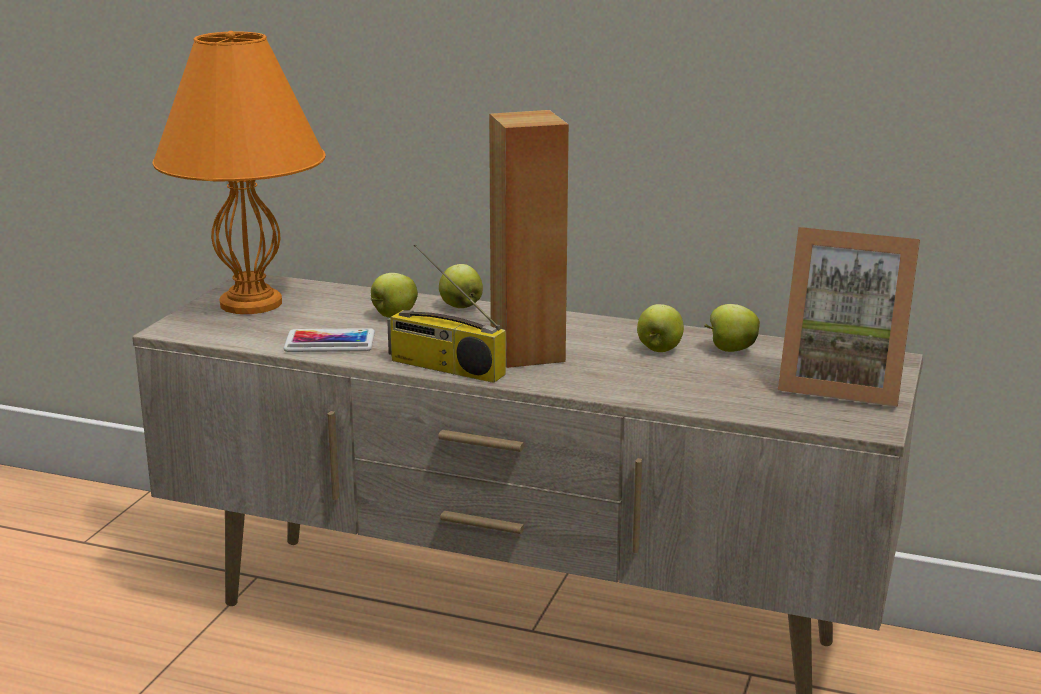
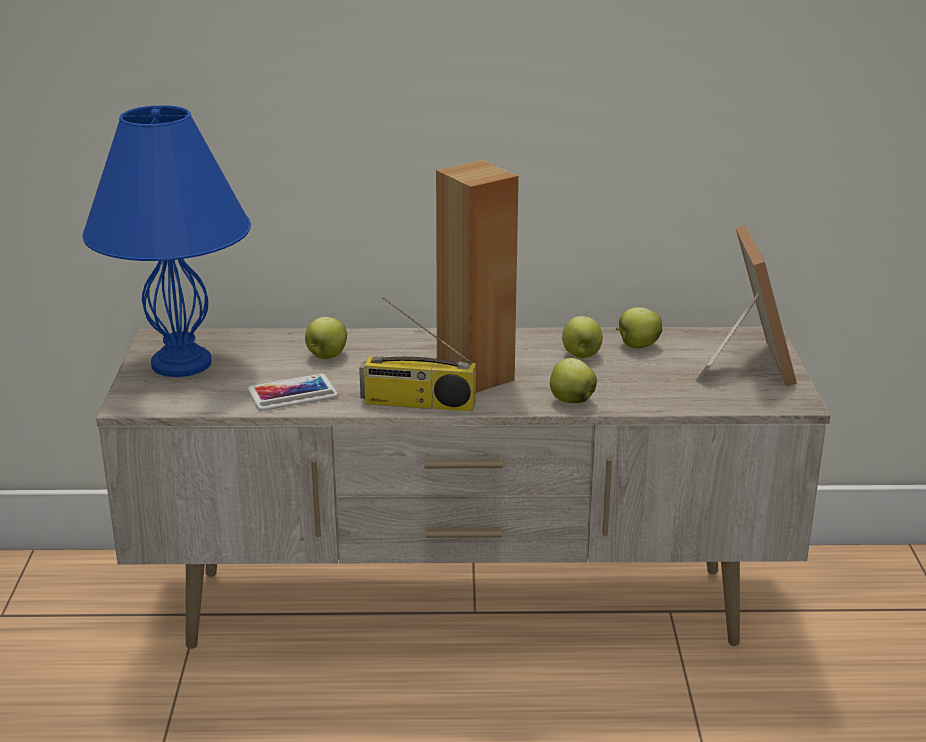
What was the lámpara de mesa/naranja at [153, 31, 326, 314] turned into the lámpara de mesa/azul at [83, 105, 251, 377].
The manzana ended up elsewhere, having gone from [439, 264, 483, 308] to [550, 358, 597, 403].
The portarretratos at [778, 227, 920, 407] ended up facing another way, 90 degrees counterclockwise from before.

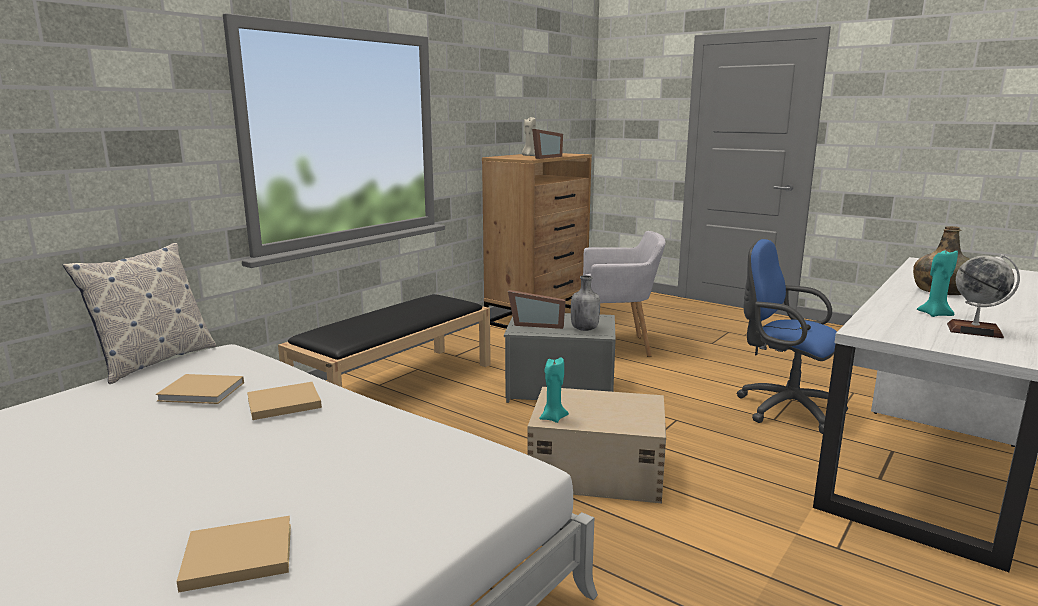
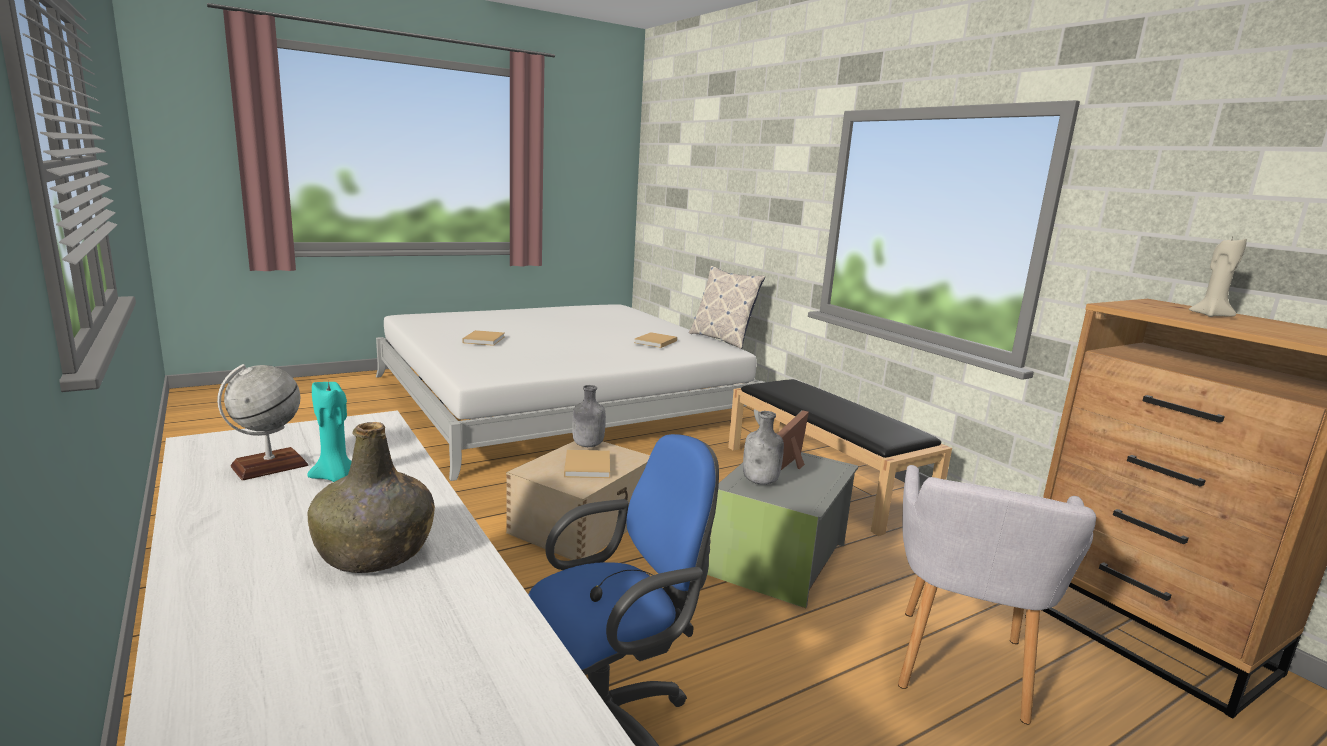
The libro/beis ended up elsewhere, having gone from [247, 382, 322, 420] to [564, 450, 610, 478].
The second view lost the portarretratos at [532, 129, 563, 159].
Where the vela/turquesa stood at [540, 357, 569, 423], the botella/gris came to stand at [572, 385, 606, 447].

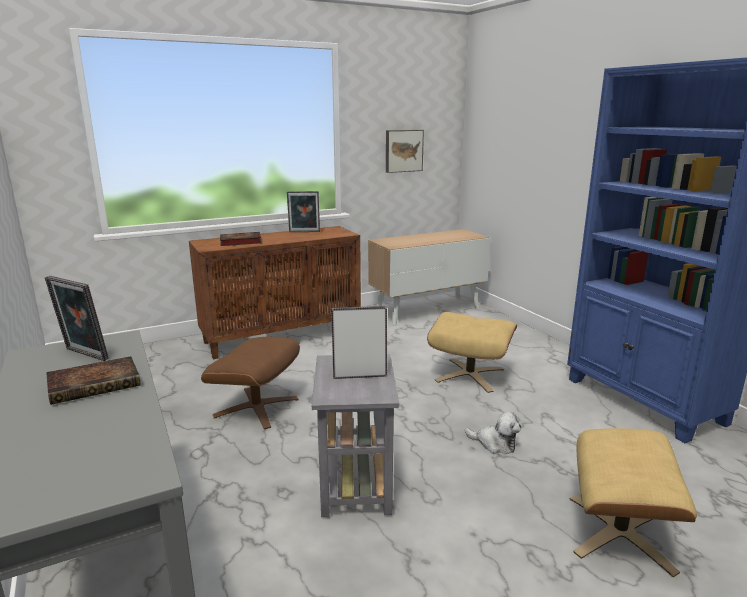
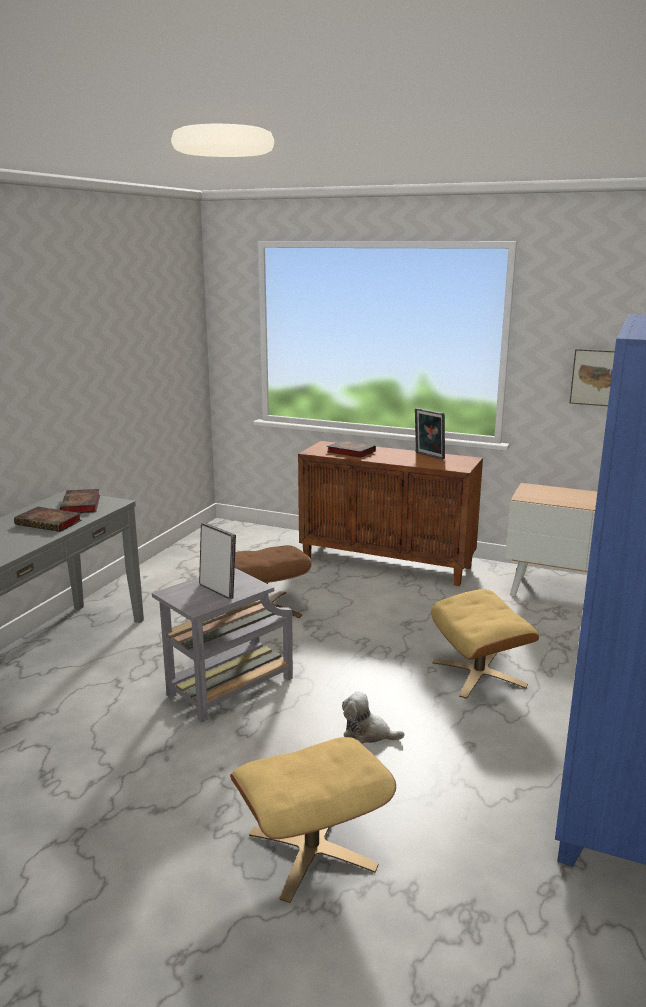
Where the portarretratos stood at [45, 276, 109, 361], the libro came to stand at [60, 489, 100, 513].
The peluche at [465, 412, 521, 454] ended up facing another way, 120 degrees clockwise from before.

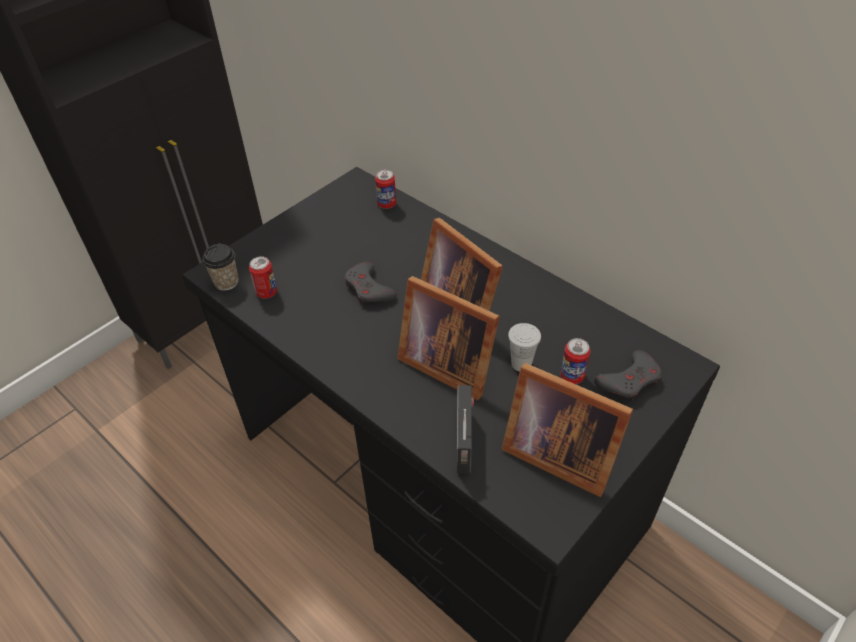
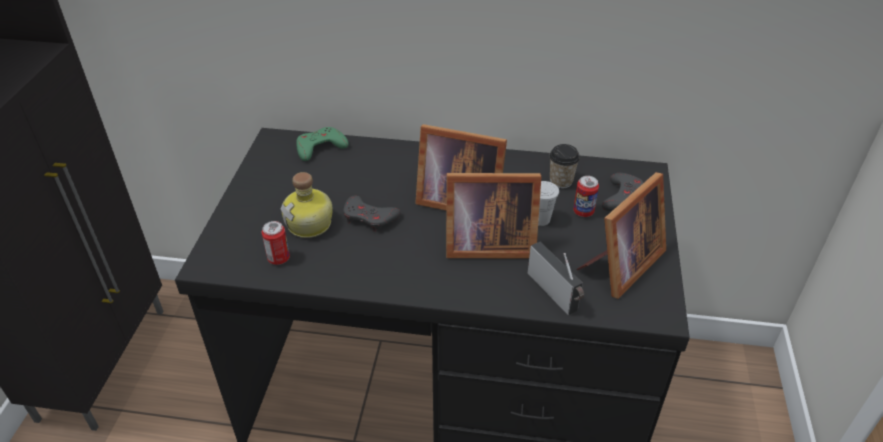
The taza ended up elsewhere, having gone from [202, 244, 238, 291] to [549, 144, 580, 189].
Where the lata stood at [375, 170, 396, 209], the mando de consola/verde came to stand at [296, 127, 349, 161].
The portarretratos at [502, 363, 633, 497] ended up facing another way, 45 degrees counterclockwise from before.
The second view gained the botella at [281, 172, 333, 238].

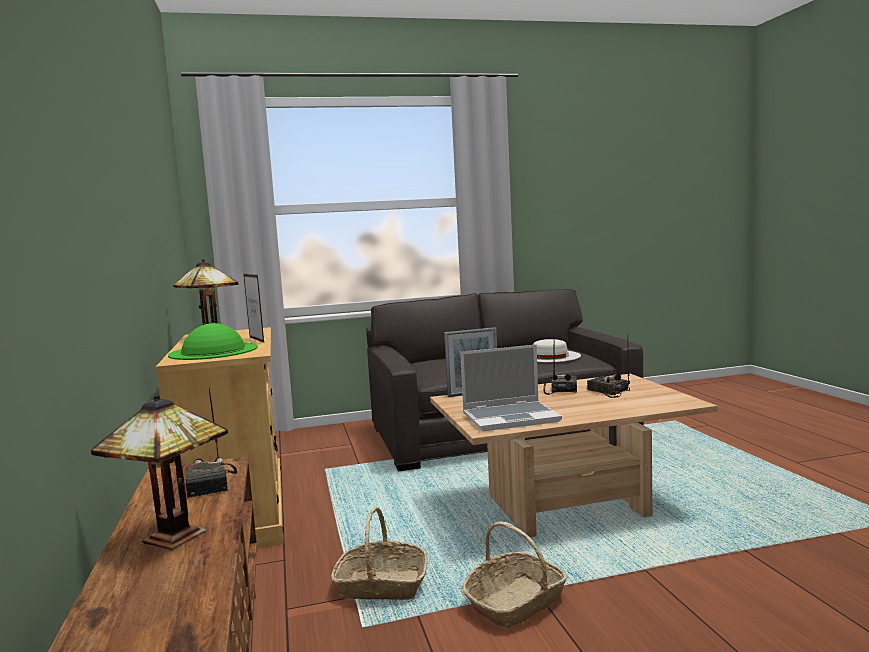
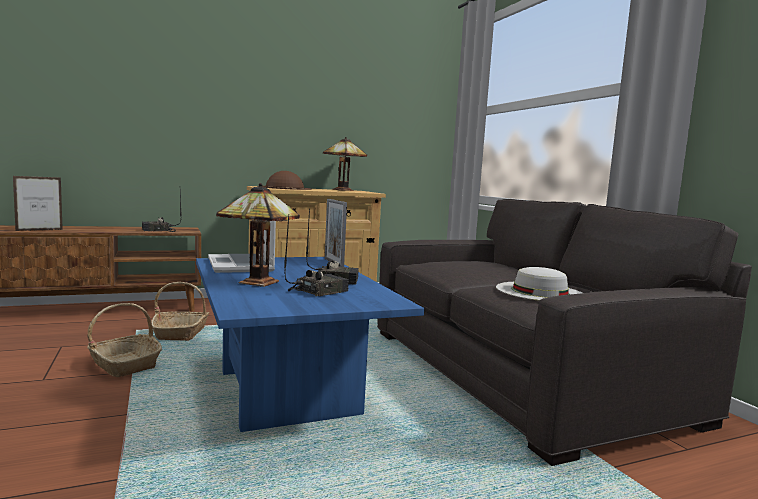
The lámpara de mesa ended up elsewhere, having gone from [91, 394, 228, 550] to [216, 183, 300, 287].
What was the sombrero/verde at [168, 323, 258, 360] turned into the sombrero/marrón at [263, 171, 312, 190].
The portarretratos ended up elsewhere, having gone from [244, 274, 264, 343] to [13, 176, 63, 231].
What was the mesa de centro/beis at [430, 374, 717, 537] turned into the mesa de centro/azul at [196, 257, 424, 432].

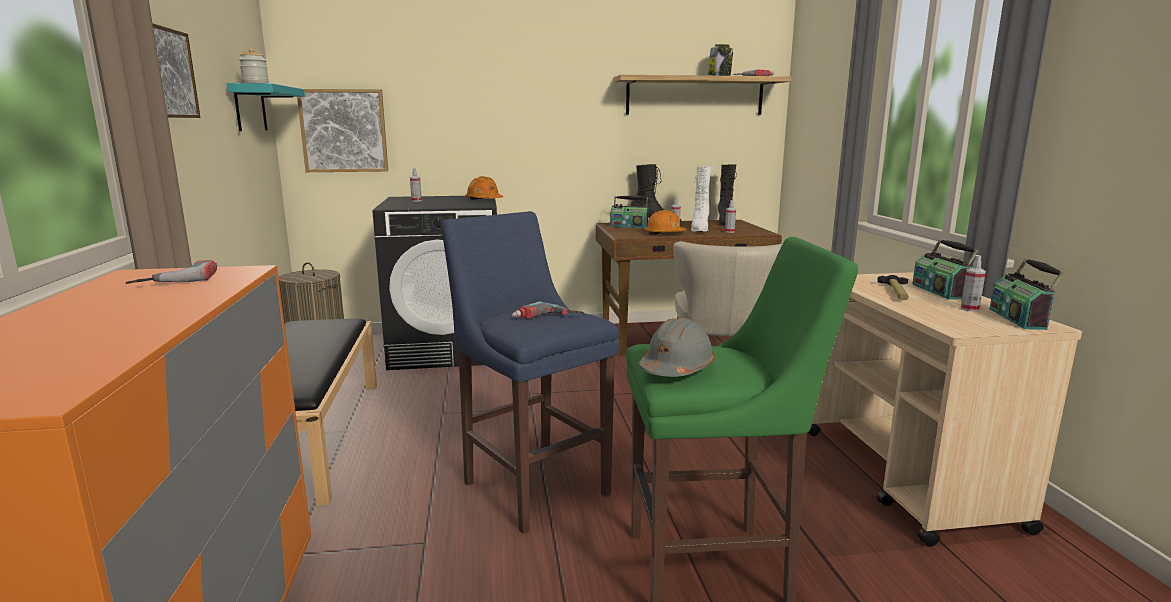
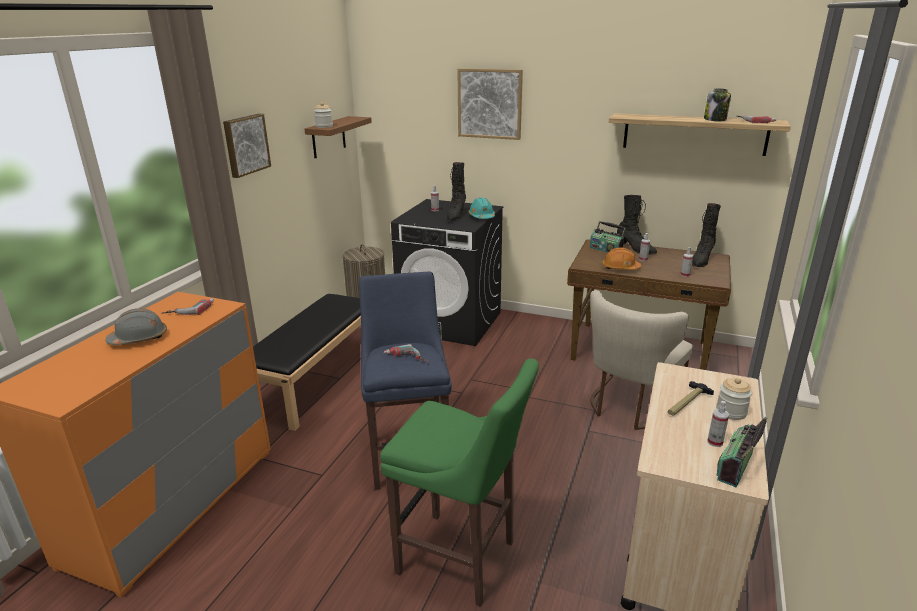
What was the estante/turquesa at [227, 83, 305, 131] turned into the estante/marrón at [305, 116, 372, 158].
The cuadro ended up elsewhere, having gone from [297, 89, 388, 172] to [457, 68, 523, 140].
What was the casco/naranja at [466, 176, 503, 200] turned into the casco/turquesa at [469, 197, 495, 219].
The casco/gris ended up elsewhere, having gone from [639, 318, 715, 377] to [105, 308, 167, 345].
The second view lost the bota/blanco at [691, 167, 711, 232].
Where the radio stood at [912, 239, 978, 300], the tarro came to stand at [716, 378, 752, 420].
The second view gained the bota/negro at [447, 162, 466, 221].

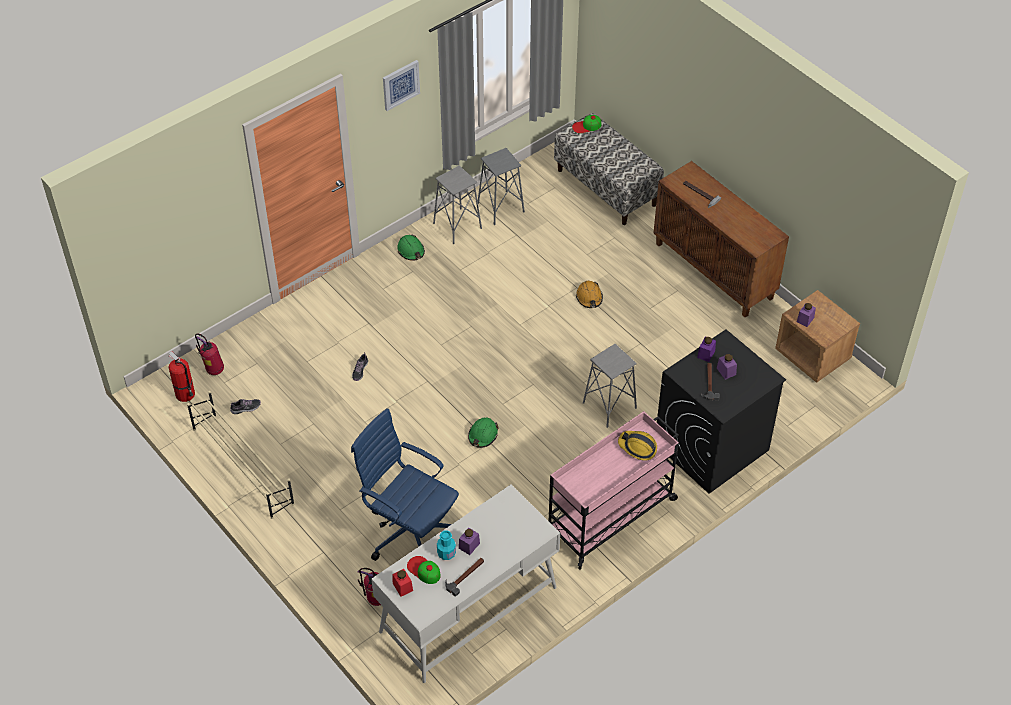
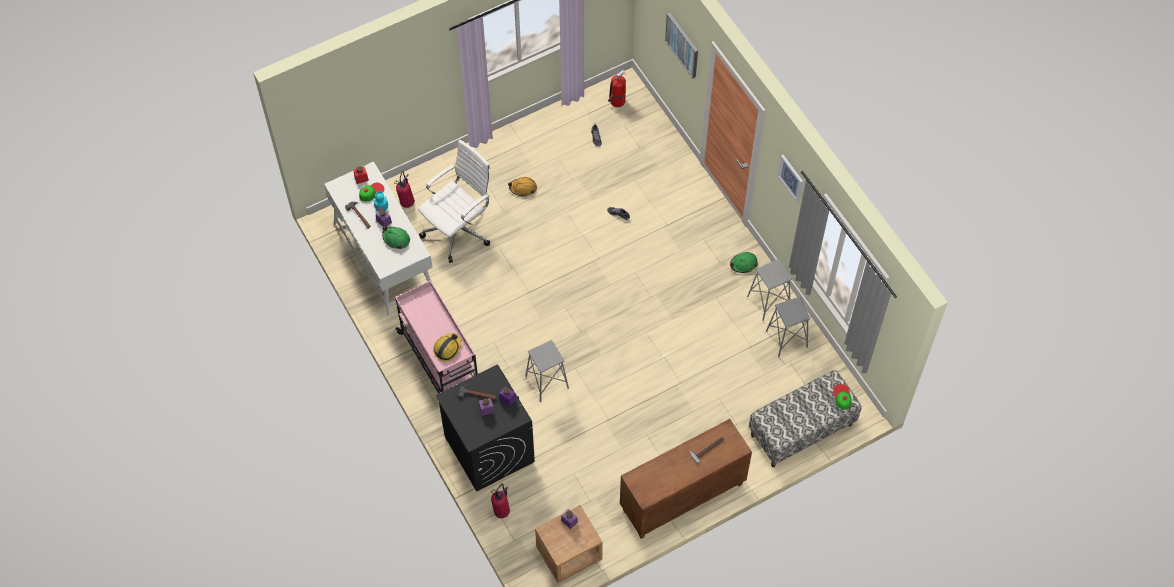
The second view lost the zapatero/beis at [187, 391, 295, 519].
The extintor ended up elsewhere, having gone from [195, 334, 224, 375] to [491, 483, 510, 518].
What was the silla de oficina/azul at [351, 408, 459, 561] turned into the silla de oficina/blanco at [418, 140, 490, 263].
The casco/verde ended up elsewhere, having gone from [468, 418, 499, 448] to [382, 226, 410, 249].
The casco/naranja ended up elsewhere, having gone from [576, 281, 603, 308] to [508, 177, 537, 197].
The second view gained the cuadro at [665, 13, 698, 78].

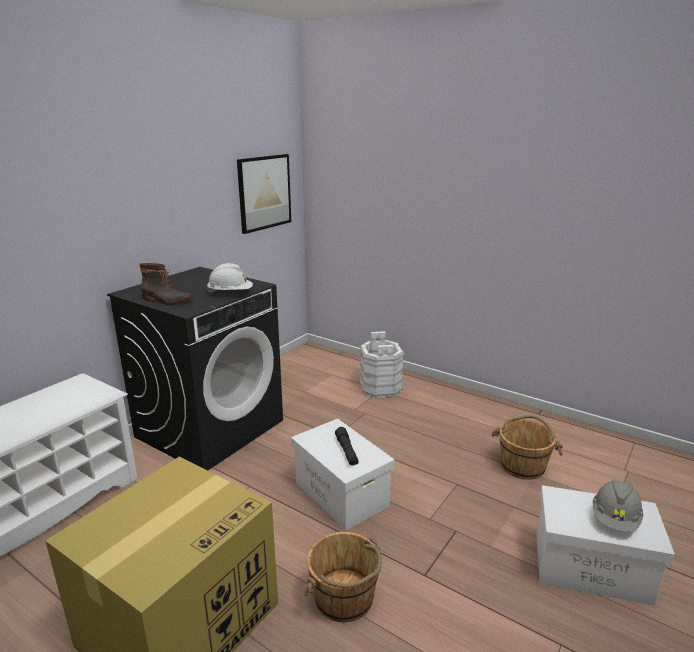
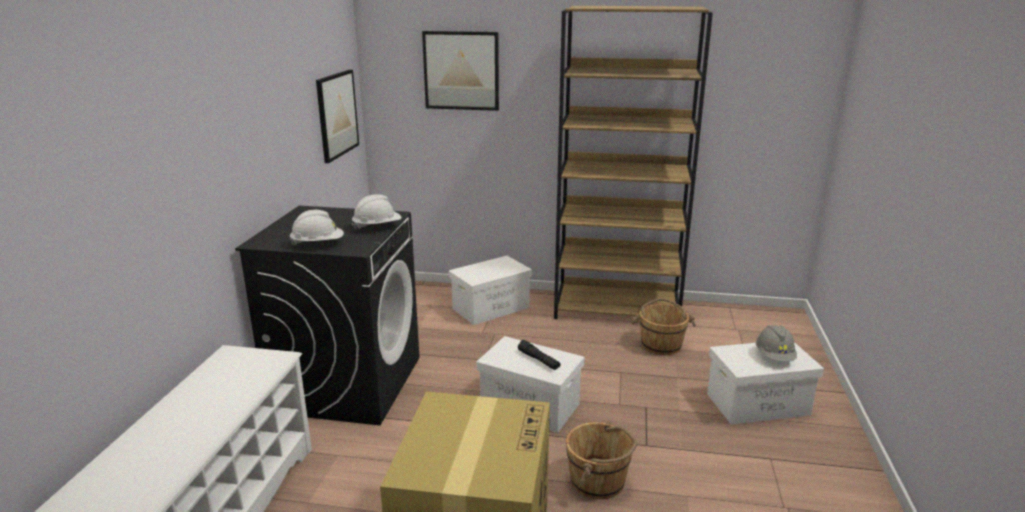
Where the bota stood at [140, 263, 193, 305], the casco/blanco came to stand at [289, 210, 344, 246].
Where the cubo/blanco stood at [360, 331, 405, 398], the caja de almacenaje/blanco came to stand at [449, 256, 532, 325].
The second view gained the cuadro at [422, 31, 499, 111].
The second view gained the estantería/marrón at [554, 6, 713, 319].

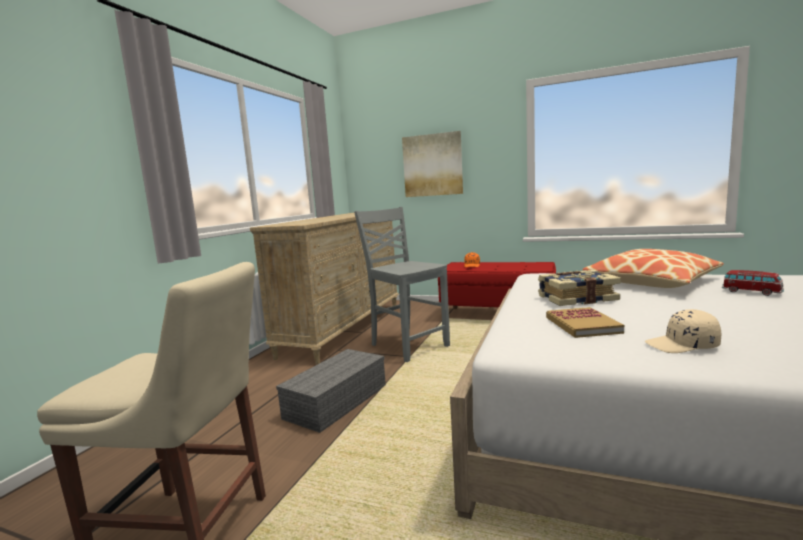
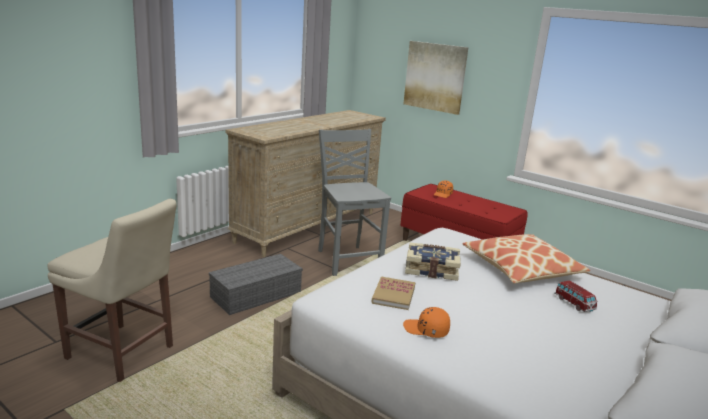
What was the gorra/beis at [645, 309, 721, 353] turned into the gorra/naranja at [403, 307, 450, 338].

